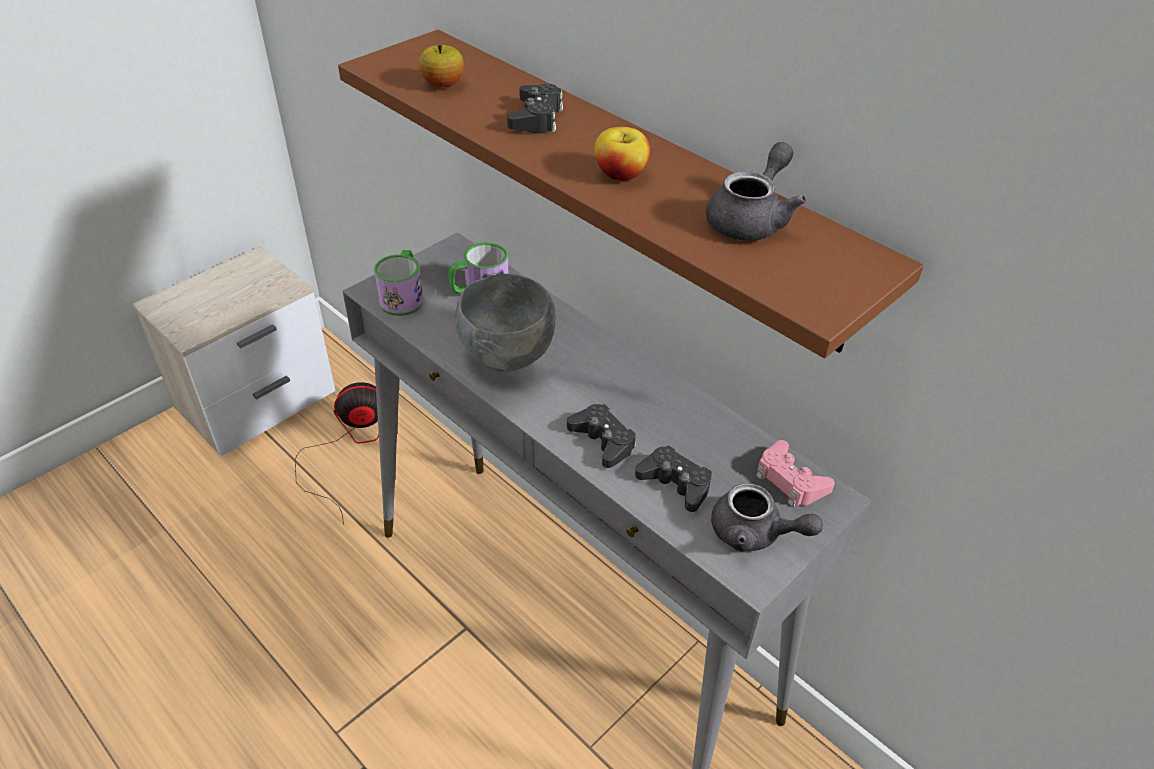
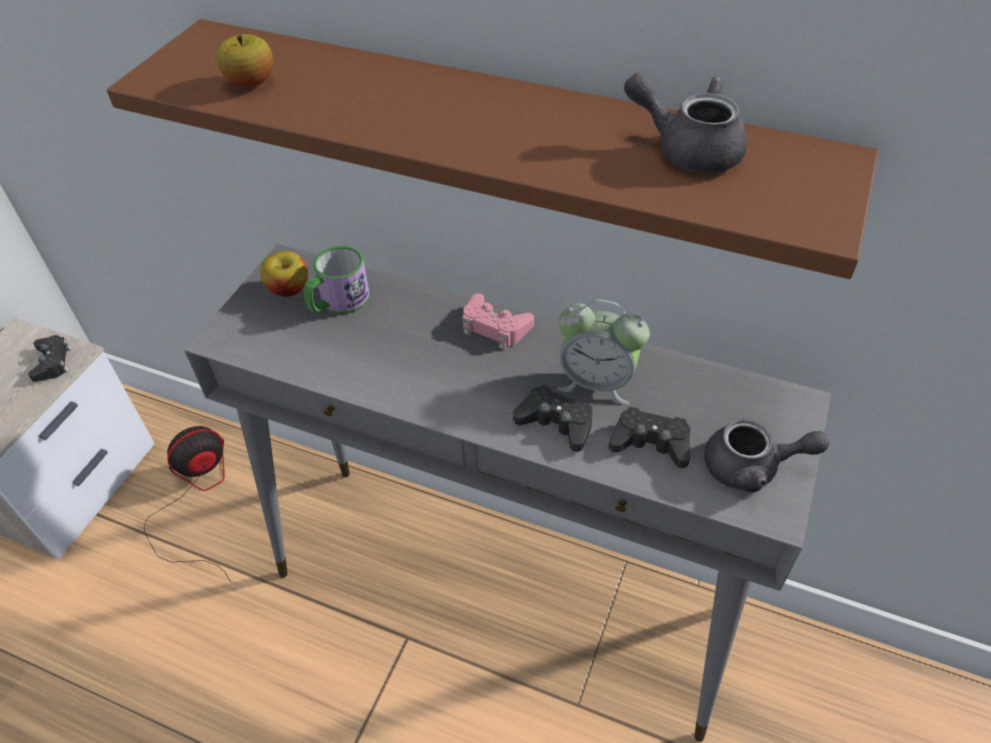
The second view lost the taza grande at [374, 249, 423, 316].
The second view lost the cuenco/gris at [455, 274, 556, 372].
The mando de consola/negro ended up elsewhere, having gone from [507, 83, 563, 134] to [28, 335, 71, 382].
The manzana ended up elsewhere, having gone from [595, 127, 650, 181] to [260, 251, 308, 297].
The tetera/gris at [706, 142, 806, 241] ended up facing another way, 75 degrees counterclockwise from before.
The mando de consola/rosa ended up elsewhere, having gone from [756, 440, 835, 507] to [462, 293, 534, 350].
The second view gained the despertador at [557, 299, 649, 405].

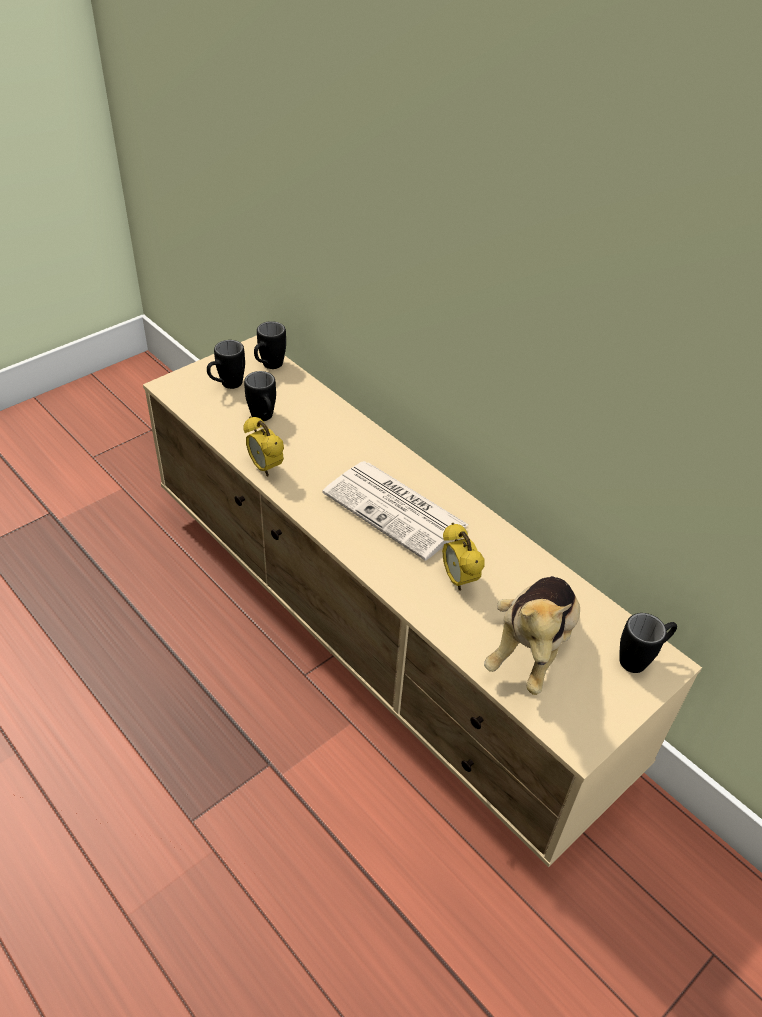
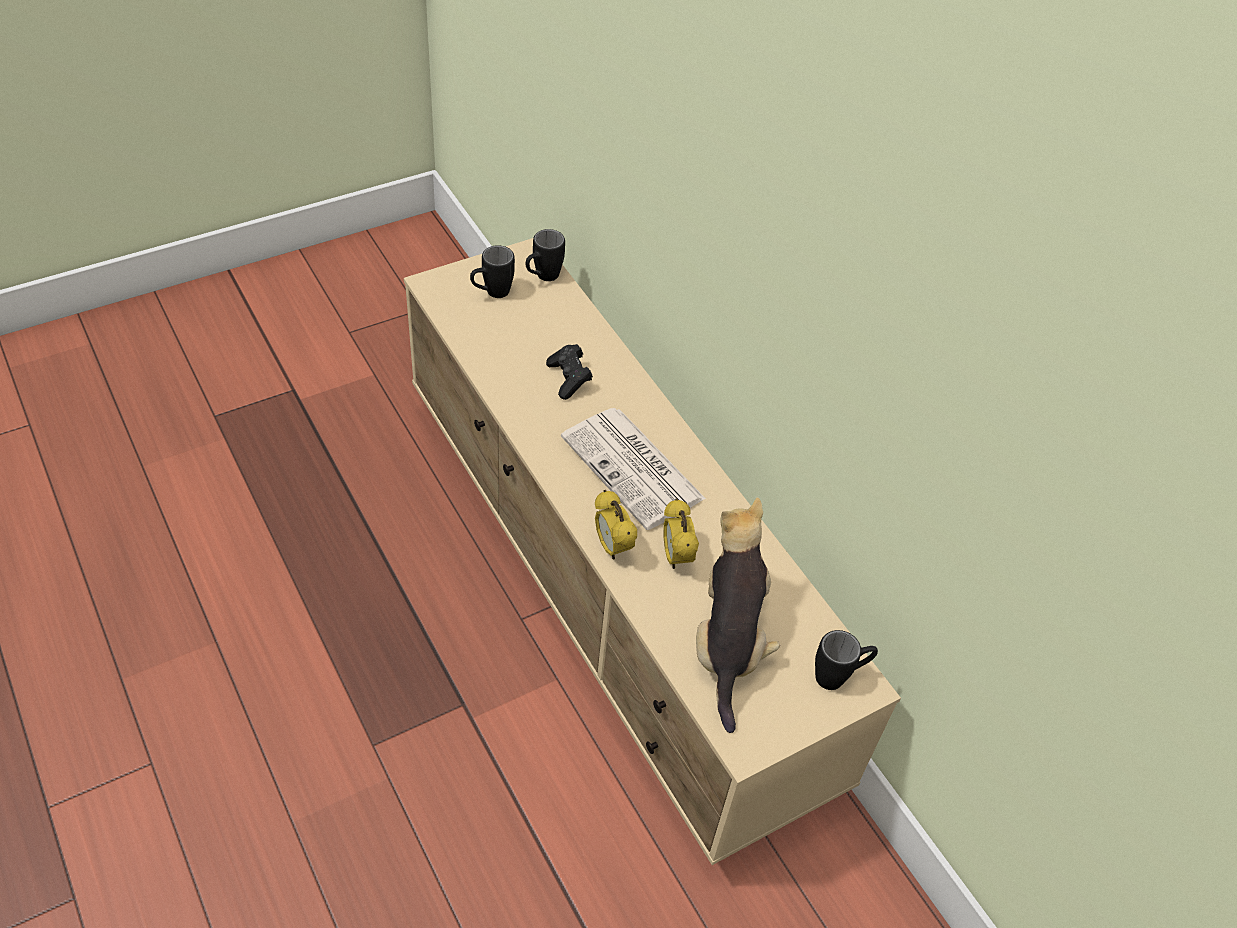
The despertador ended up elsewhere, having gone from [243, 416, 284, 476] to [595, 490, 637, 560].
The second view lost the taza grande/negro at [244, 371, 276, 421].
The peluche at [484, 576, 580, 695] ended up facing another way, 150 degrees clockwise from before.
The second view gained the mando de consola/negro at [546, 344, 593, 400].

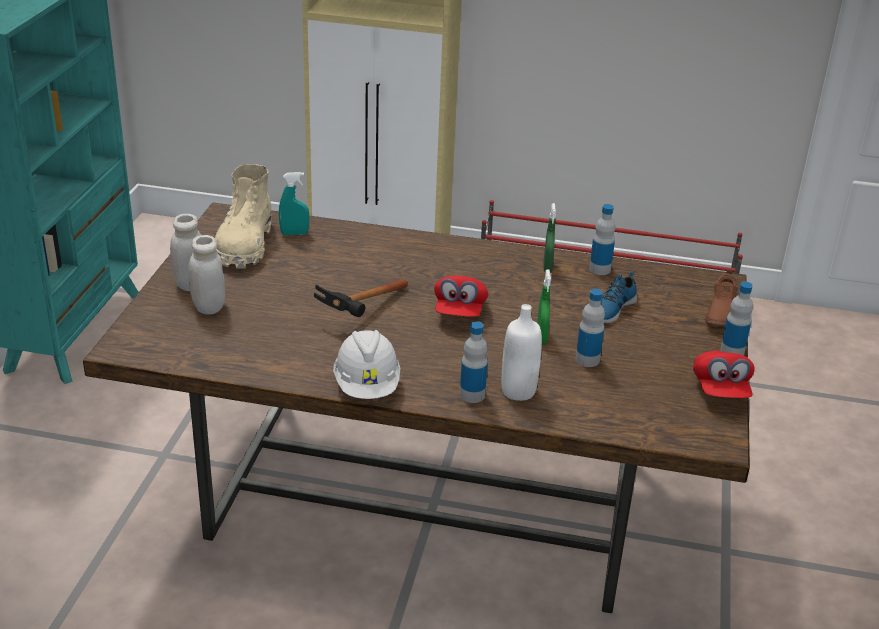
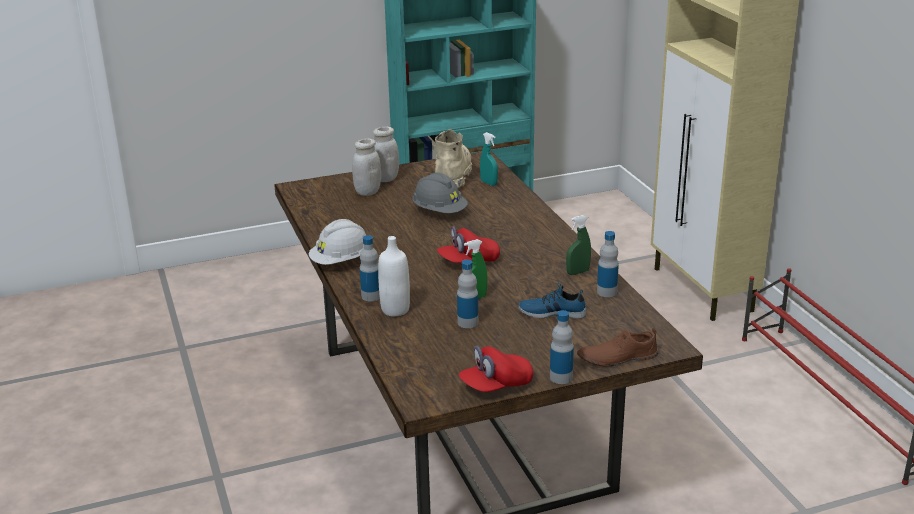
The bota/beis at [215, 164, 272, 269] ended up facing another way, 120 degrees clockwise from before.
The second view lost the martillo at [314, 279, 408, 317].
The second view gained the casco/gris at [412, 172, 468, 213].

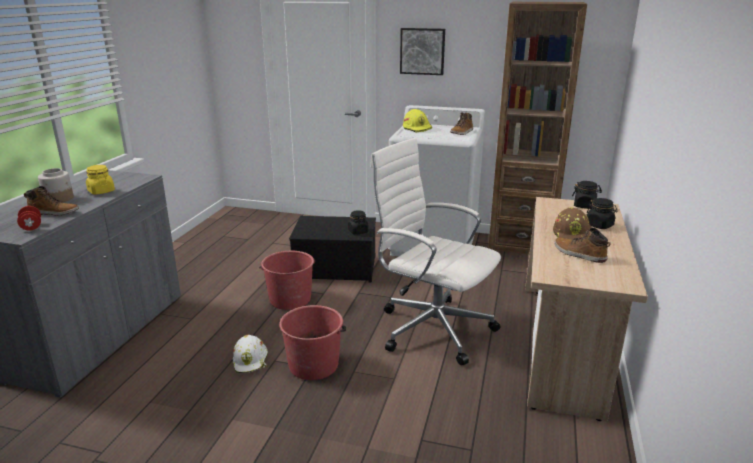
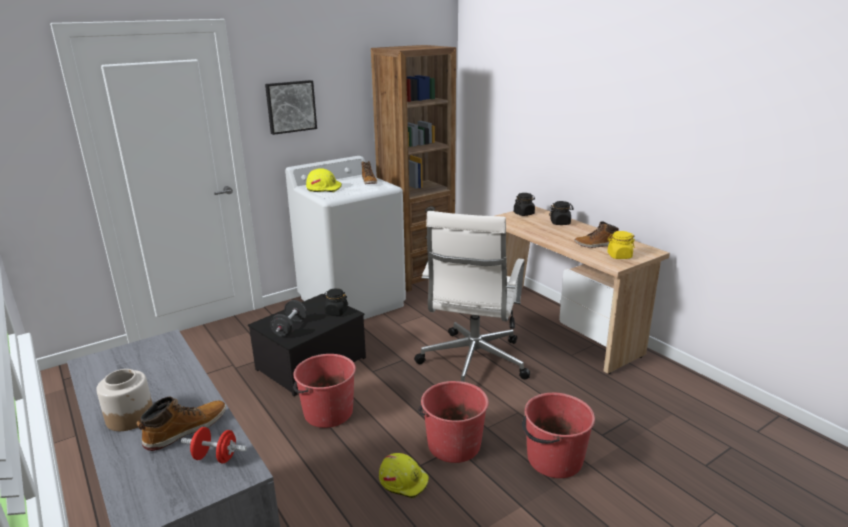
The tarro/amarillo ended up elsewhere, having gone from [86, 165, 115, 195] to [607, 231, 635, 259].
What was the casco/blanco at [233, 335, 268, 373] turned into the casco/amarillo at [379, 453, 429, 498].
The silla de oficina/blanco at [370, 138, 501, 365] ended up facing another way, 60 degrees counterclockwise from before.
The second view lost the casco/marrón at [553, 207, 592, 239].
The second view gained the mancuerna/negro at [270, 300, 307, 337].
The second view gained the cubo/rojo at [522, 392, 595, 478].

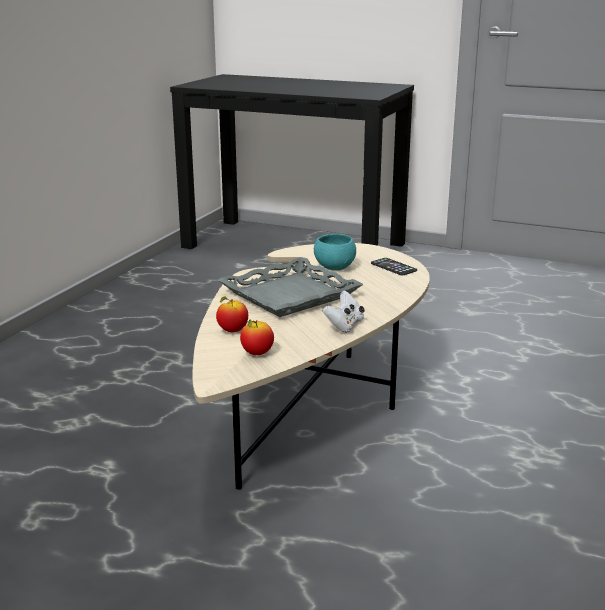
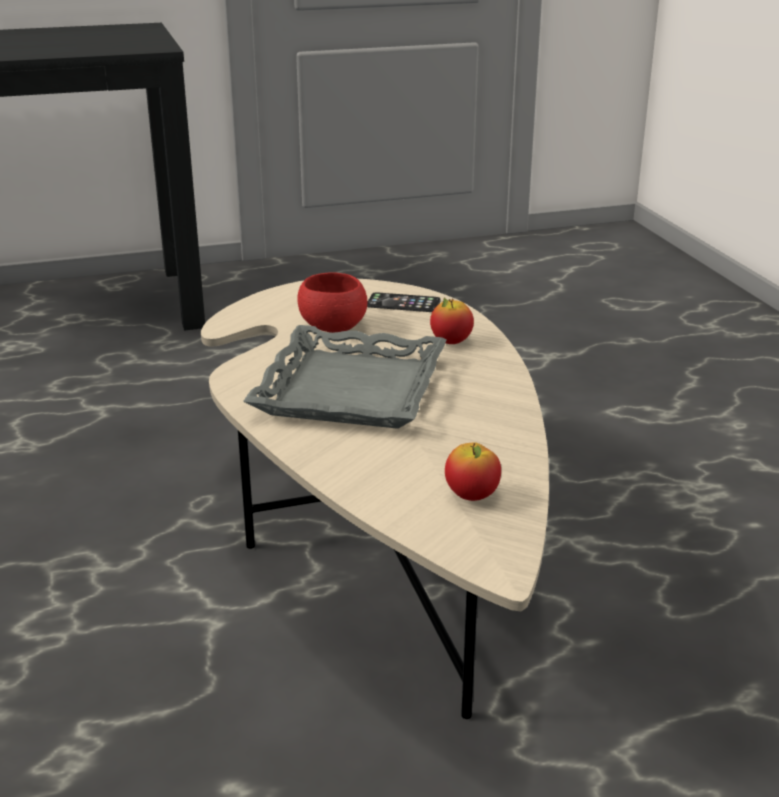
The manzana ended up elsewhere, having gone from [216, 296, 248, 332] to [430, 298, 474, 344].
What was the cuenco/turquesa at [314, 234, 356, 271] turned into the cuenco/rojo at [297, 272, 367, 333].
The second view lost the mando de consola/blanco at [323, 291, 365, 333].

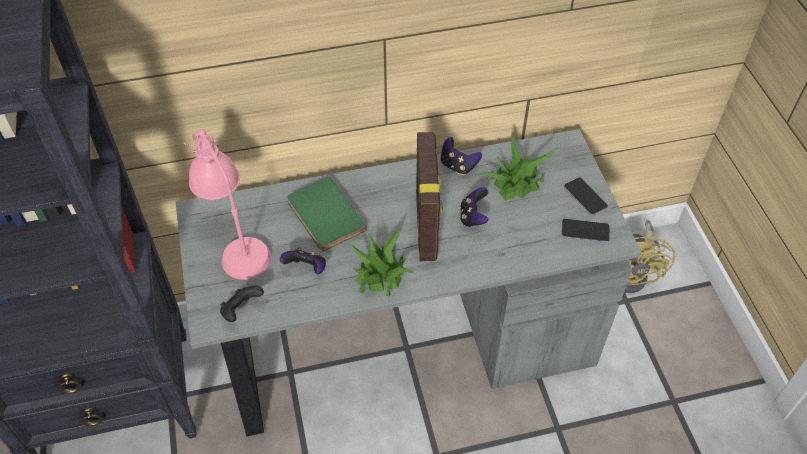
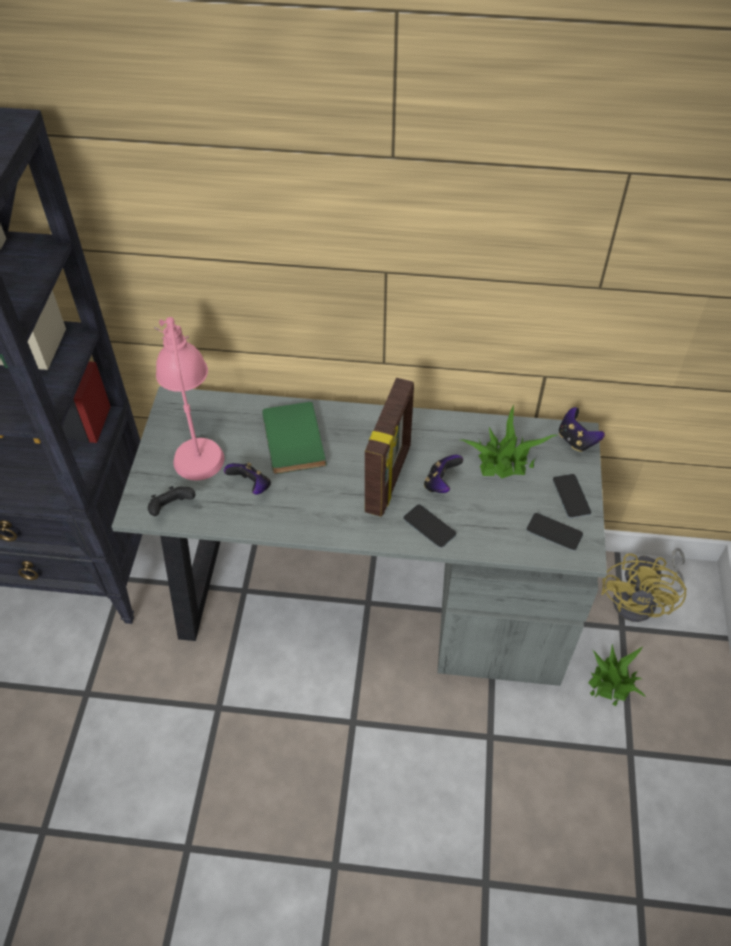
The planta en maceta ended up elsewhere, having gone from [349, 226, 414, 297] to [588, 644, 646, 706].
The mando de consola ended up elsewhere, having gone from [441, 137, 482, 175] to [559, 407, 605, 452].
The second view gained the móvil at [403, 504, 456, 548].

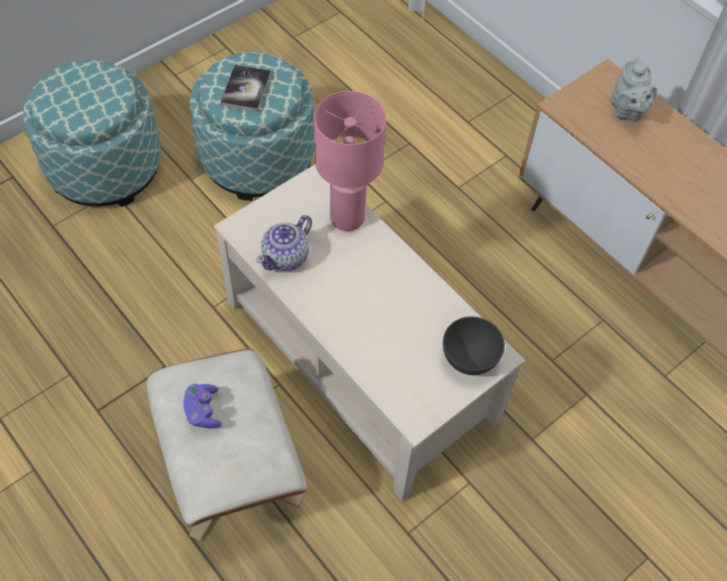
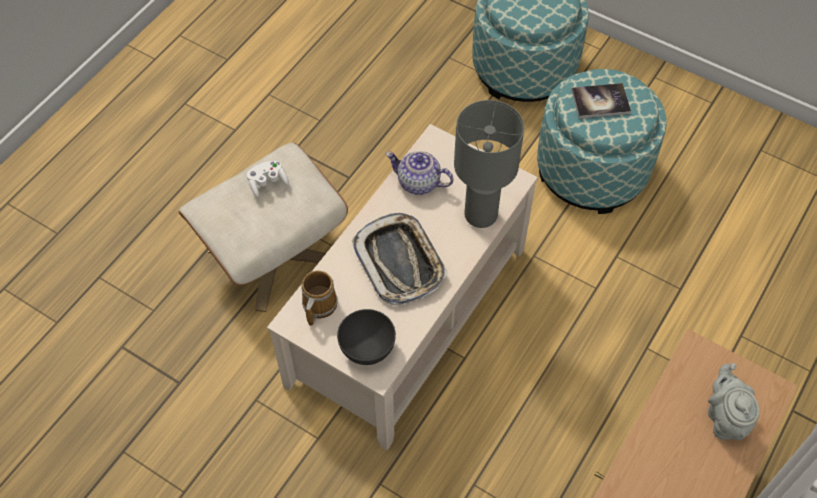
What was the mando de consola/morado at [183, 384, 222, 429] turned into the mando de consola/blanco at [247, 161, 289, 197].
What was the lámpara de mesa/rosa at [314, 91, 386, 231] turned into the lámpara de mesa/gris at [454, 100, 524, 228].
The tetera/gris at [610, 58, 657, 122] ended up facing another way, 105 degrees clockwise from before.
The second view gained the taza grande at [301, 270, 338, 326].
The second view gained the bandeja at [352, 213, 448, 306].

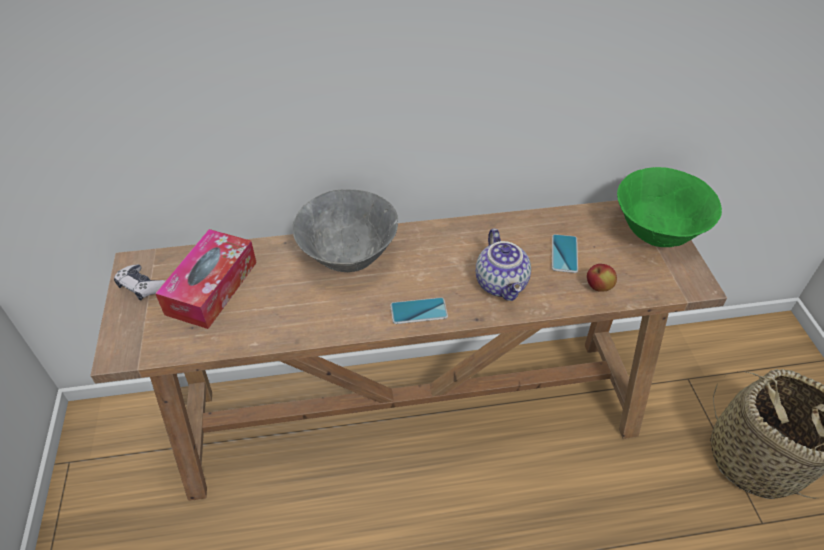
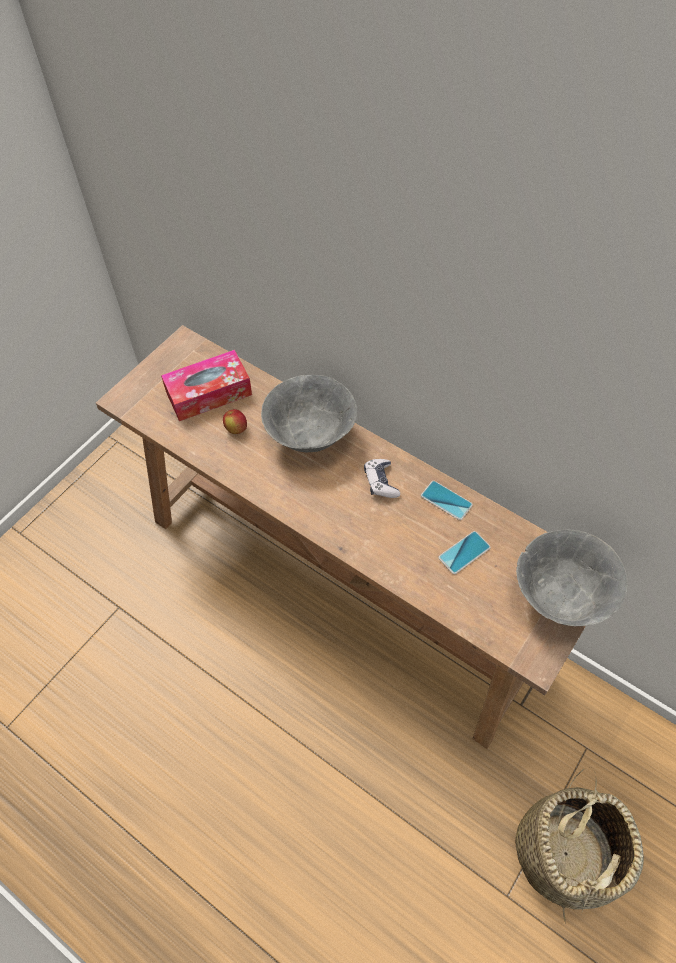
The mando de consola ended up elsewhere, having gone from [114, 264, 166, 301] to [364, 459, 400, 498].
The móvil ended up elsewhere, having gone from [390, 297, 448, 324] to [421, 481, 473, 520].
The second view lost the tetera at [476, 228, 531, 301].
The manzana ended up elsewhere, having gone from [587, 264, 617, 292] to [223, 409, 247, 434].
What was the cuenco/verde at [617, 167, 722, 247] turned into the cuenco/gris at [516, 529, 628, 626].

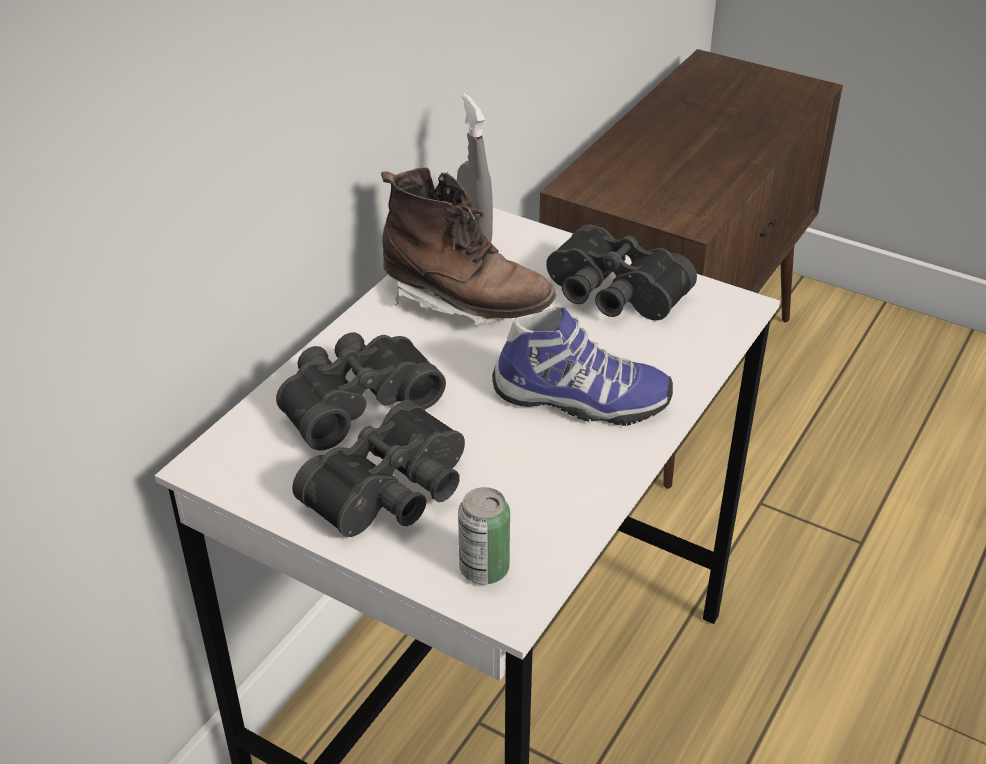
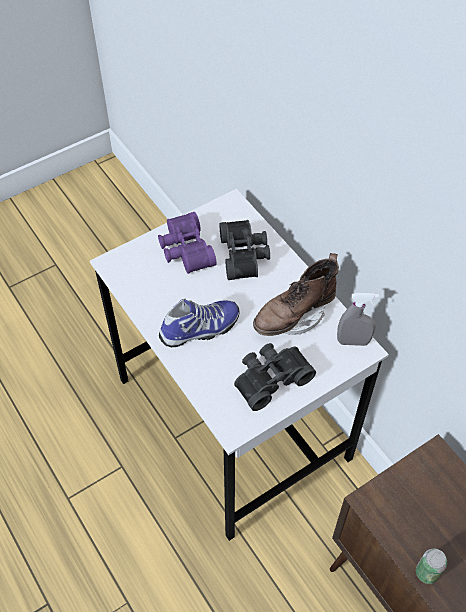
What was the prismáticos/negro at [292, 400, 465, 537] turned into the prismáticos/morado at [158, 212, 217, 274].
The lata ended up elsewhere, having gone from [458, 487, 510, 584] to [416, 549, 447, 584].
The zapato at [492, 307, 673, 426] ended up facing another way, 150 degrees counterclockwise from before.

